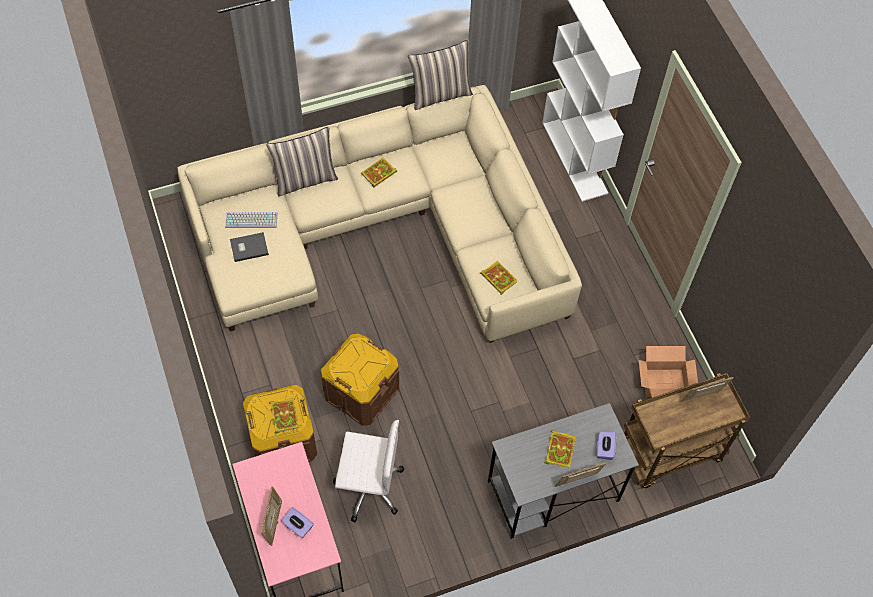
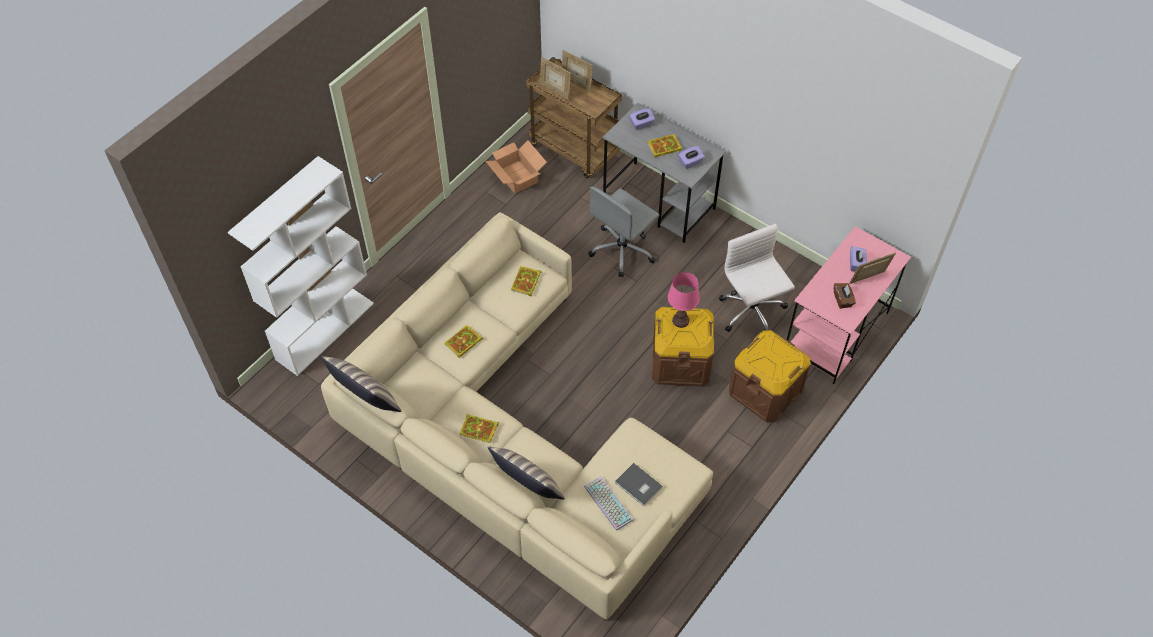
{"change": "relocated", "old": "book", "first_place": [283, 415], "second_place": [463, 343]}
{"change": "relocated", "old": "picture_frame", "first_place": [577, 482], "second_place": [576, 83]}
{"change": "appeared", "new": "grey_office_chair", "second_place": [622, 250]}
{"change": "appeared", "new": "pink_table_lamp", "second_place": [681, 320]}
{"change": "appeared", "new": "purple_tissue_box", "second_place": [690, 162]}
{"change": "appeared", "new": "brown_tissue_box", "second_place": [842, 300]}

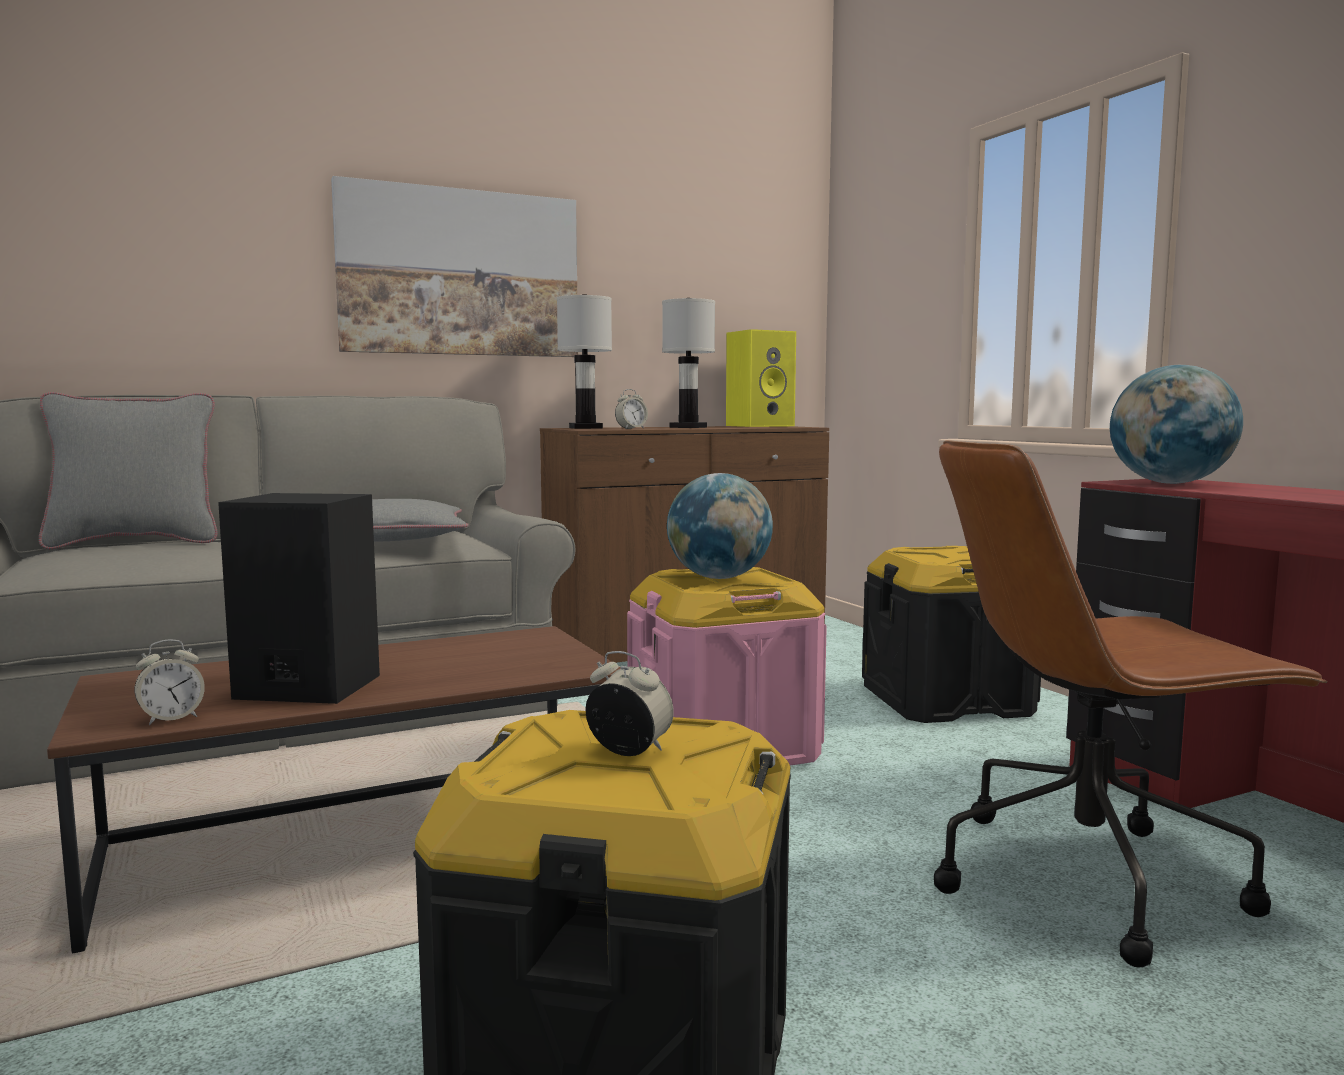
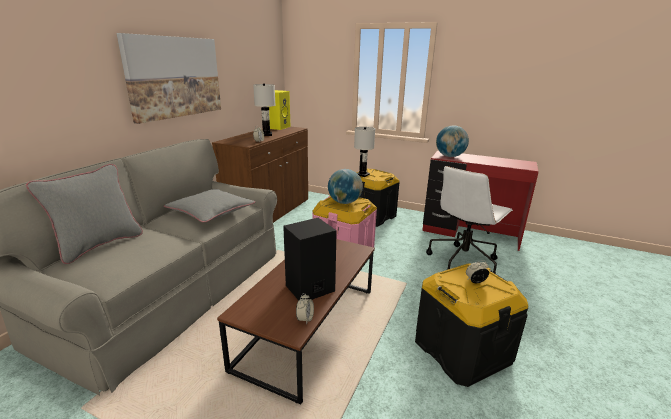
{"change": "relocated", "old": "white_table_lamp", "first_place": [585, 428], "second_place": [362, 175]}
{"change": "colour", "old": "brown_office_chair", "new": "white_office_chair", "first_place": [1089, 878], "second_place": [463, 262]}

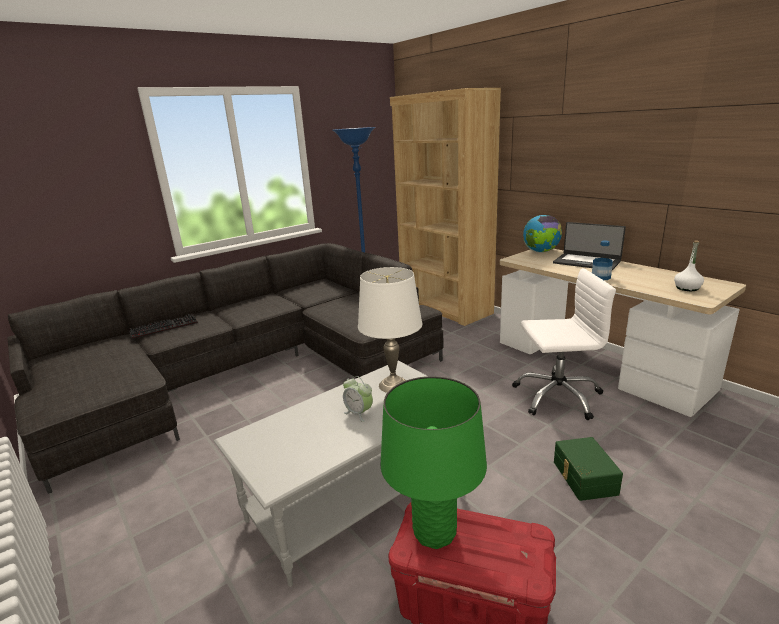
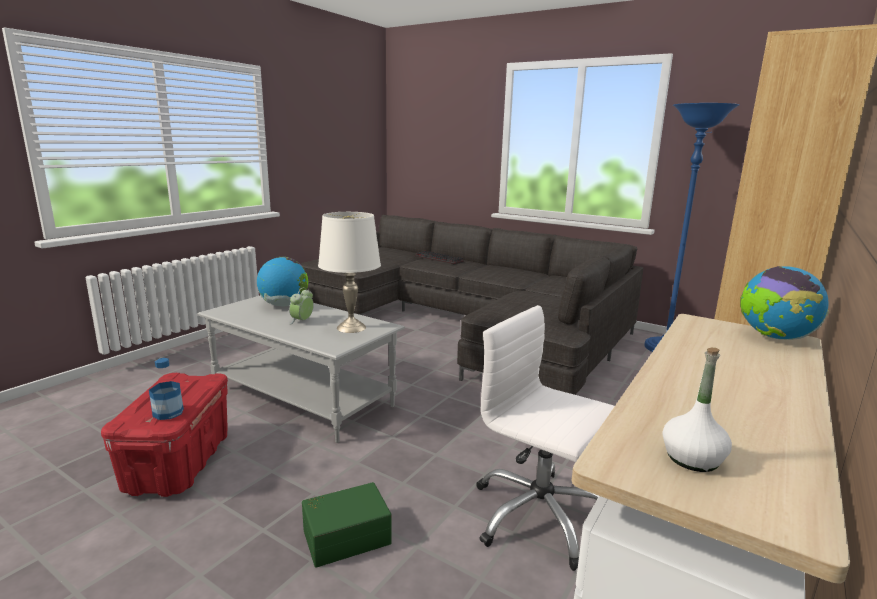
{"change": "missing", "old": "green_table_lamp", "first_place": [435, 533]}
{"change": "spun", "old": "white_office_chair", "first_place": [557, 396], "second_place": [538, 516], "degrees": 150}
{"change": "missing", "old": "laptop", "first_place": [587, 262]}
{"change": "relocated", "old": "bottle", "first_place": [600, 277], "second_place": [168, 413]}
{"change": "appeared", "new": "globe", "second_place": [284, 305]}

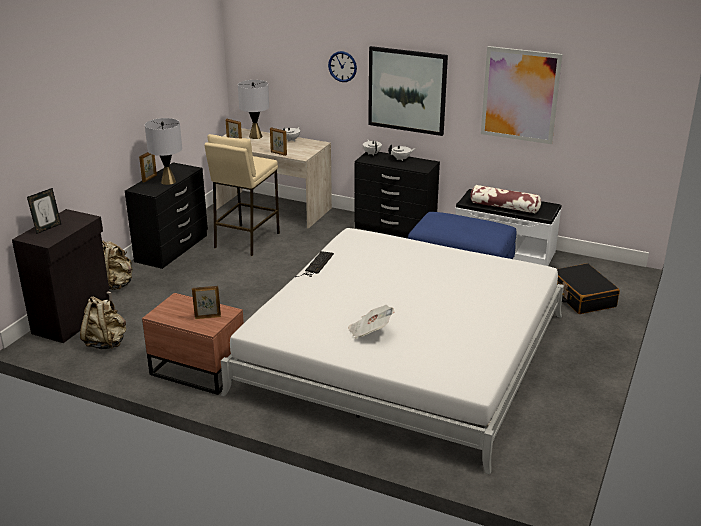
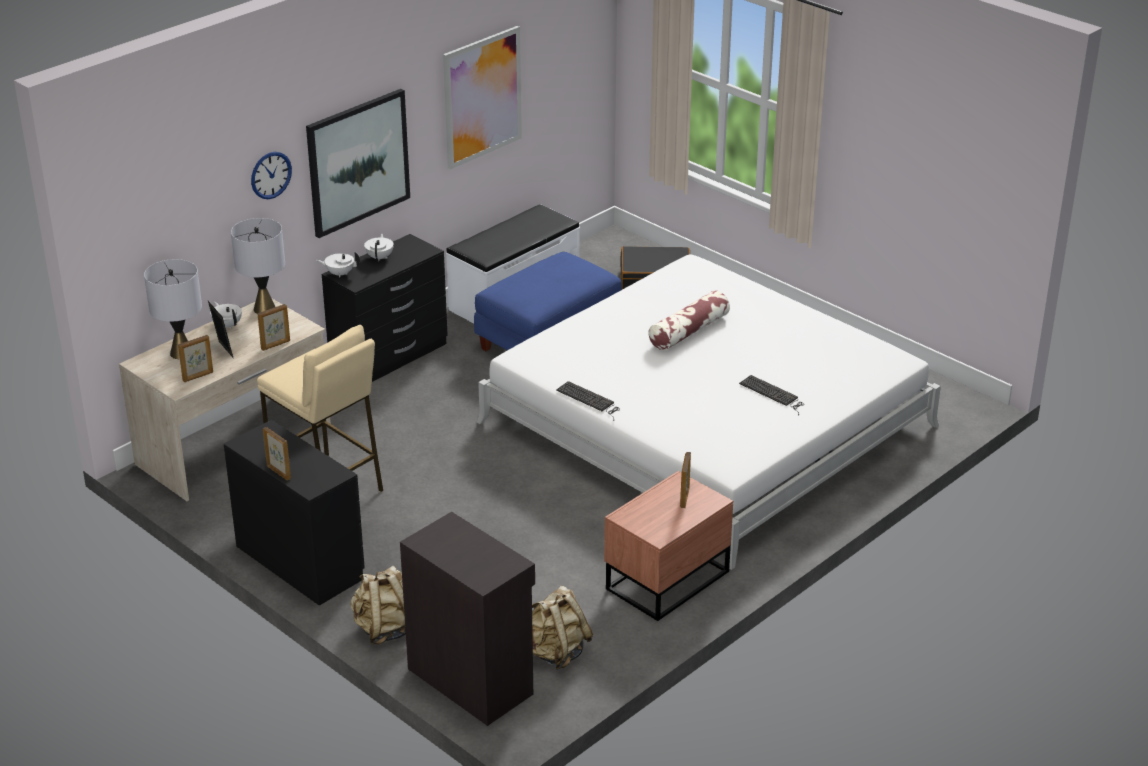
{"change": "relocated", "old": "picture_frame", "first_place": [47, 228], "second_place": [223, 350]}
{"change": "relocated", "old": "grey_table_lamp", "first_place": [168, 181], "second_place": [264, 309]}
{"change": "exchanged", "old": "newspaper", "new": "keyboard", "first_place": [370, 331], "second_place": [773, 394]}
{"change": "relocated", "old": "pillow", "first_place": [504, 207], "second_place": [689, 331]}

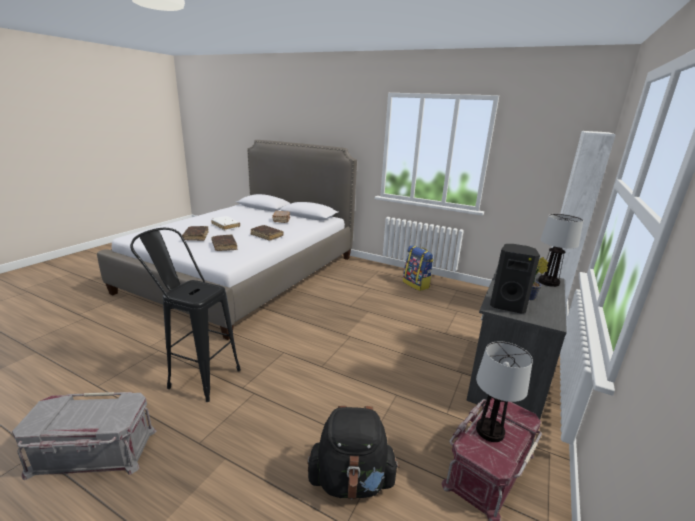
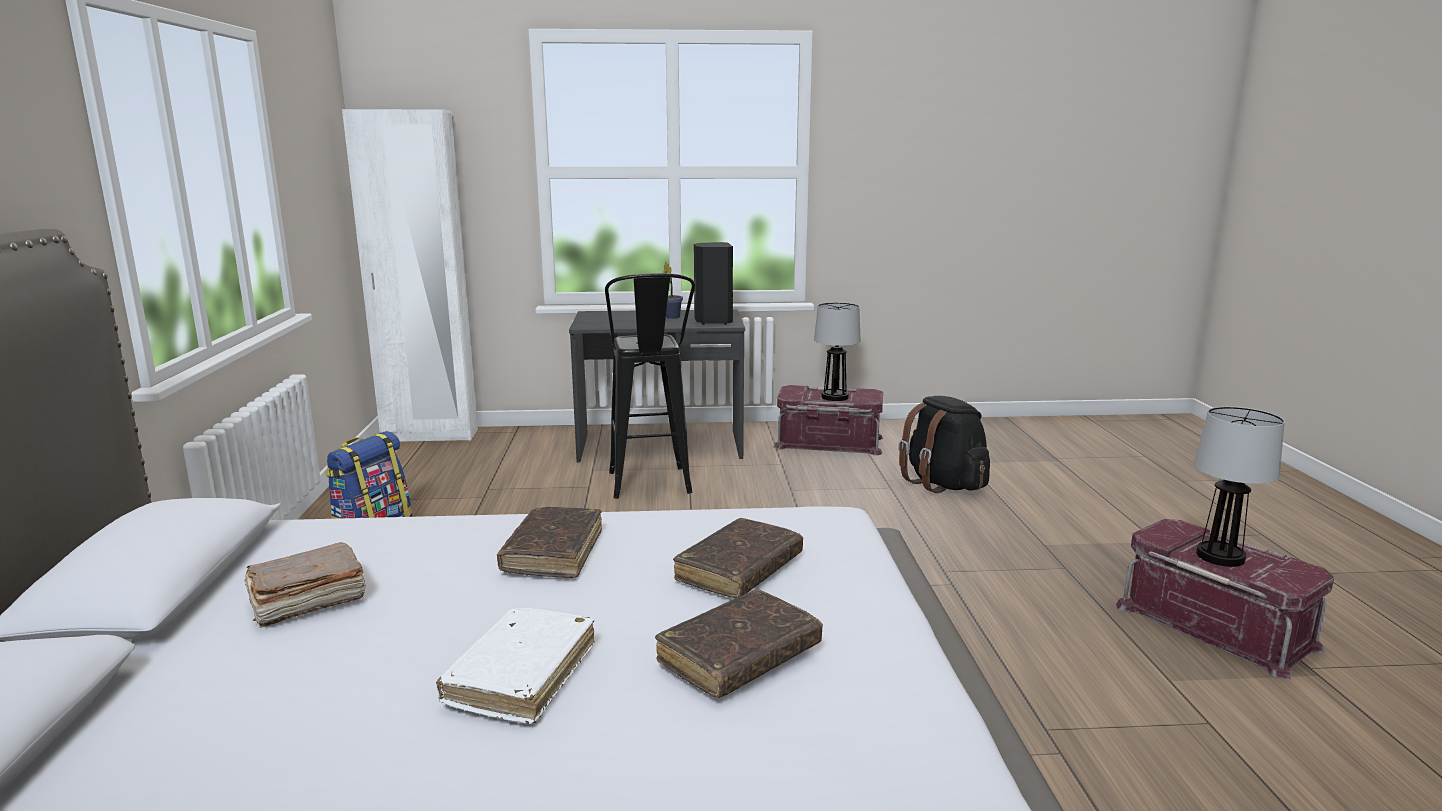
{"change": "colour", "old": "grey_storage_box", "new": "red_storage_box", "first_place": [92, 452], "second_place": [1216, 626]}
{"change": "relocated", "old": "black_stool", "first_place": [196, 376], "second_place": [651, 489]}
{"change": "relocated", "old": "table_lamp", "first_place": [548, 282], "second_place": [1220, 557]}

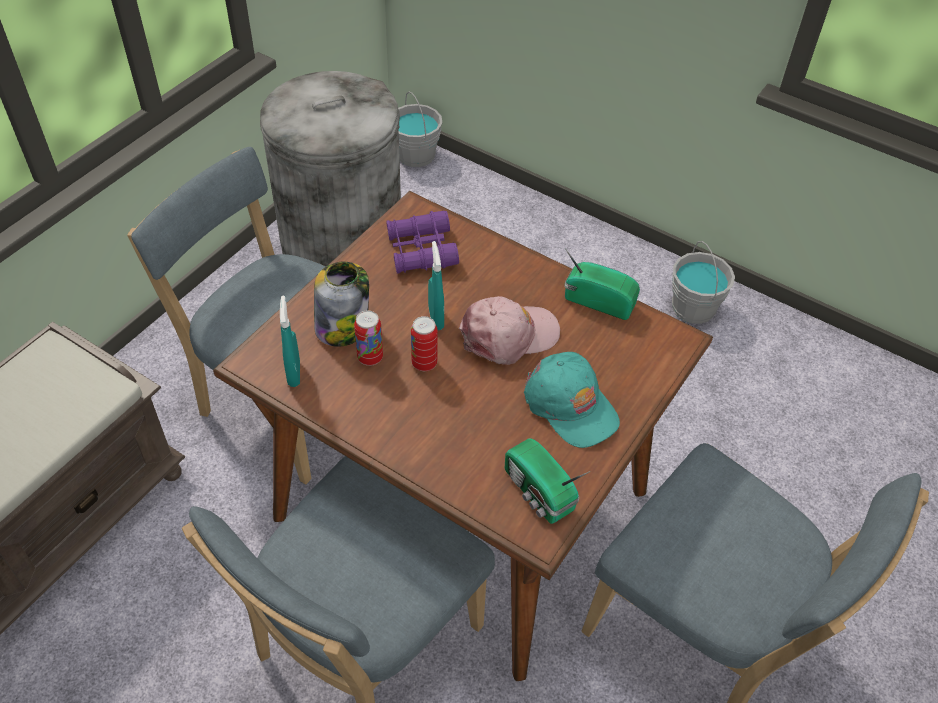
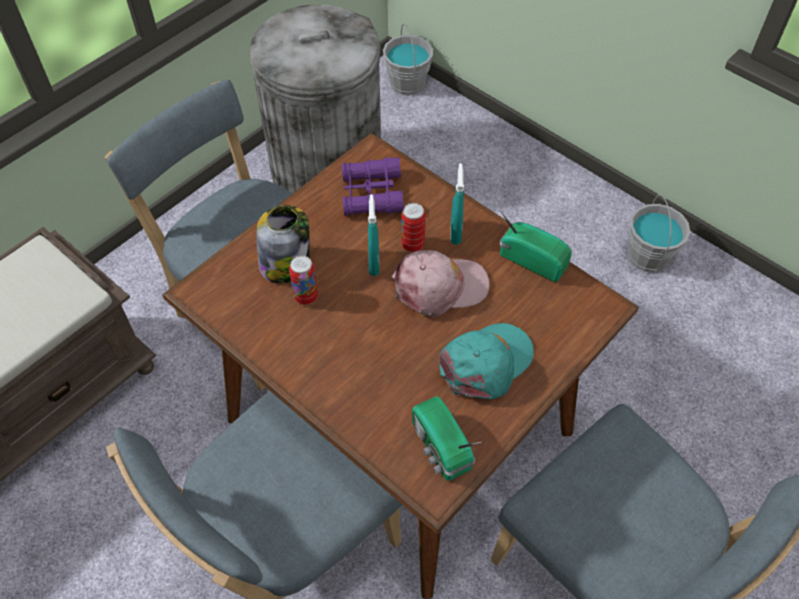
{"change": "relocated", "old": "turquoise_spray_bottle", "first_place": [294, 373], "second_place": [455, 233]}
{"change": "relocated", "old": "can", "first_place": [424, 363], "second_place": [412, 245]}
{"change": "spun", "old": "turquoise_cap", "first_place": [570, 405], "second_place": [486, 363], "degrees": -105}

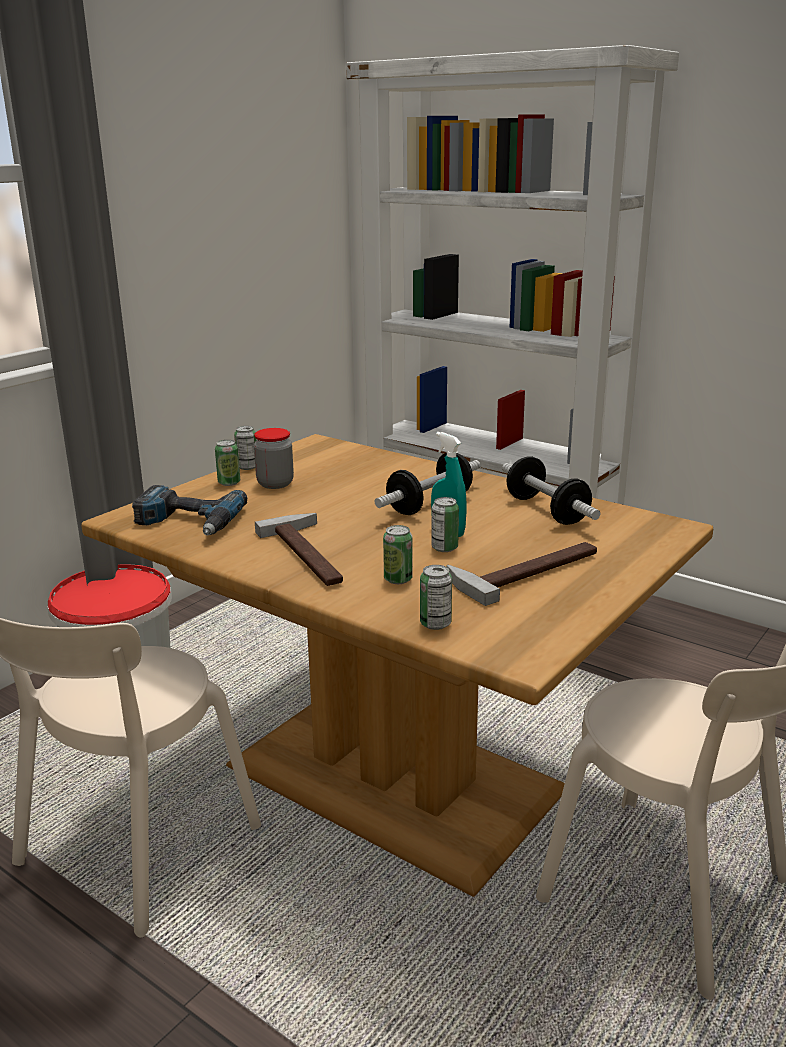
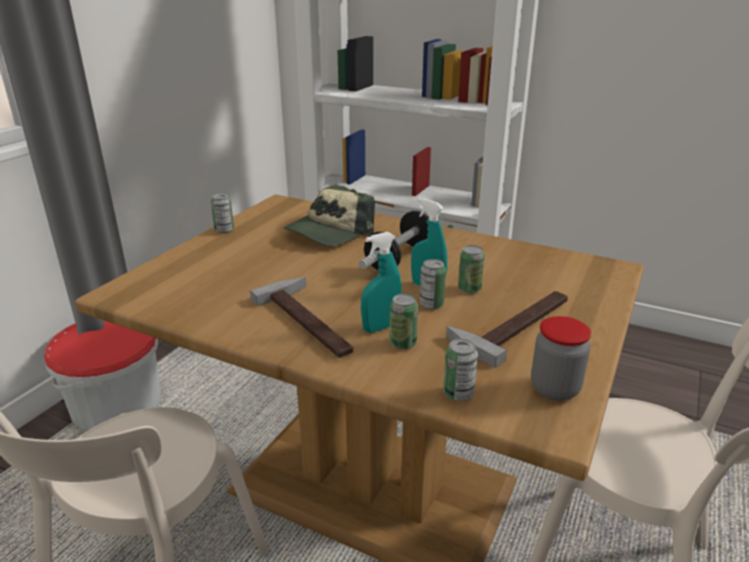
{"change": "missing", "old": "power_drill", "first_place": [188, 522]}
{"change": "relocated", "old": "can", "first_place": [229, 483], "second_place": [469, 289]}
{"change": "relocated", "old": "jar", "first_place": [275, 484], "second_place": [554, 389]}
{"change": "missing", "old": "dumbbell", "first_place": [546, 511]}
{"change": "appeared", "new": "cap", "second_place": [329, 232]}
{"change": "appeared", "new": "turquoise_spray_bottle", "second_place": [381, 327]}

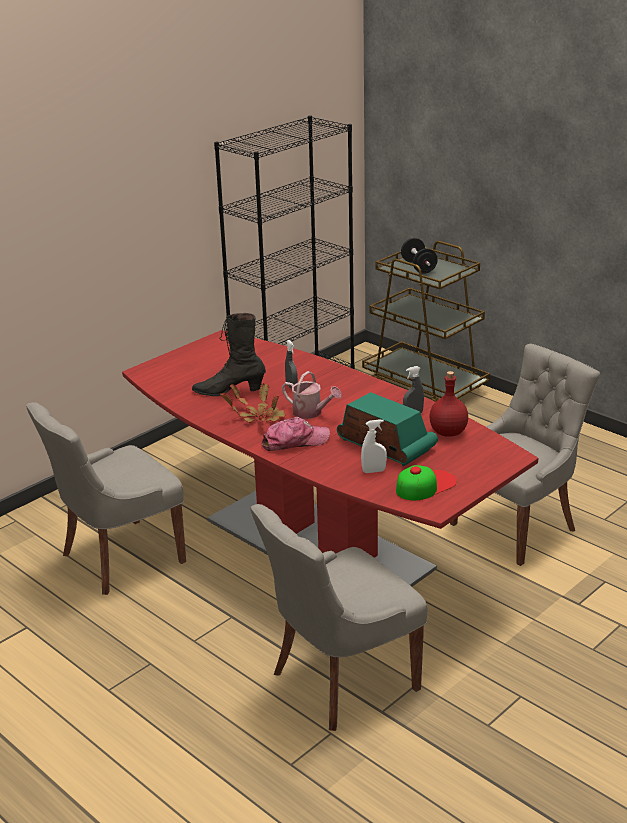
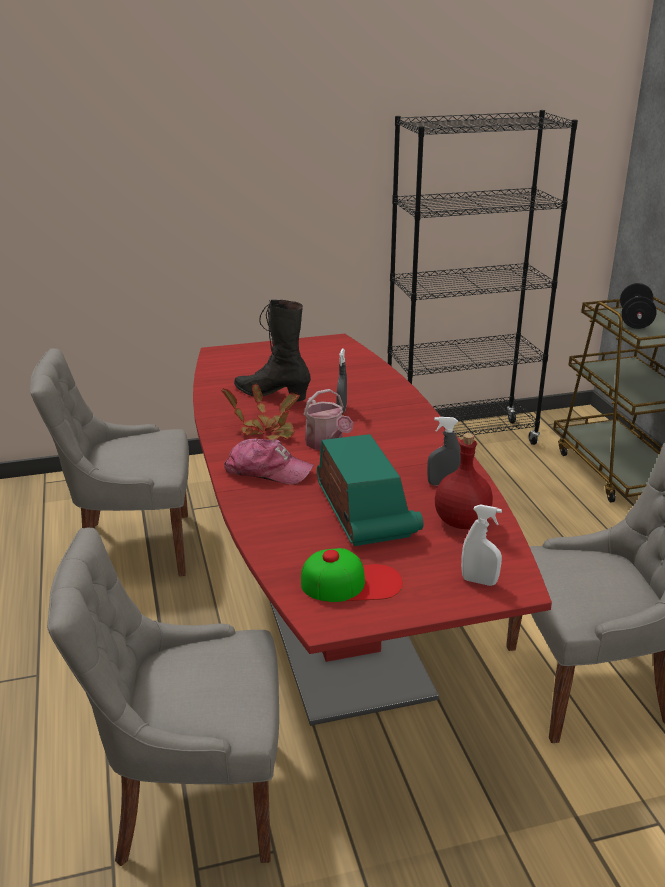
{"change": "relocated", "old": "white_spray_bottle", "first_place": [373, 471], "second_place": [479, 581]}

